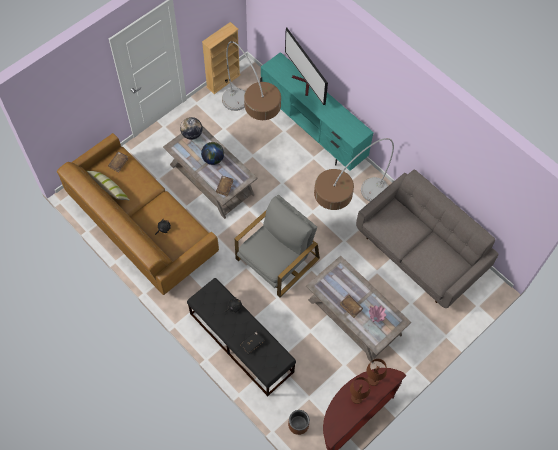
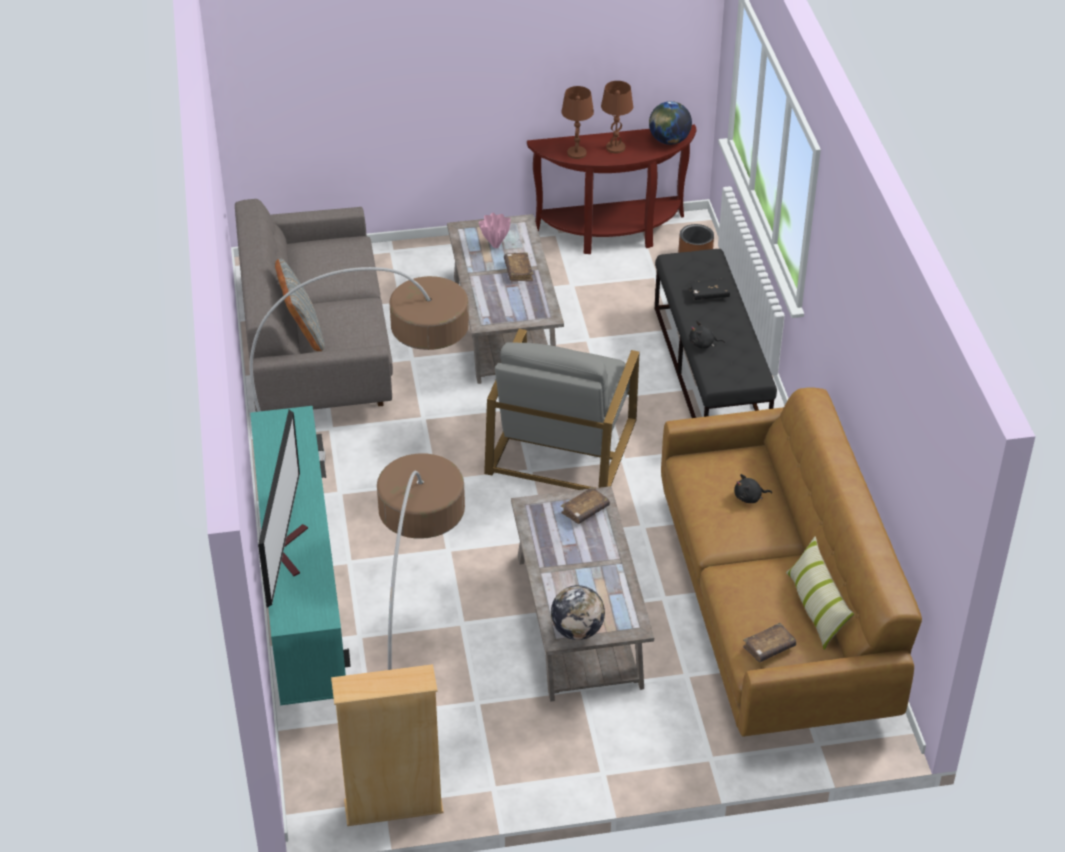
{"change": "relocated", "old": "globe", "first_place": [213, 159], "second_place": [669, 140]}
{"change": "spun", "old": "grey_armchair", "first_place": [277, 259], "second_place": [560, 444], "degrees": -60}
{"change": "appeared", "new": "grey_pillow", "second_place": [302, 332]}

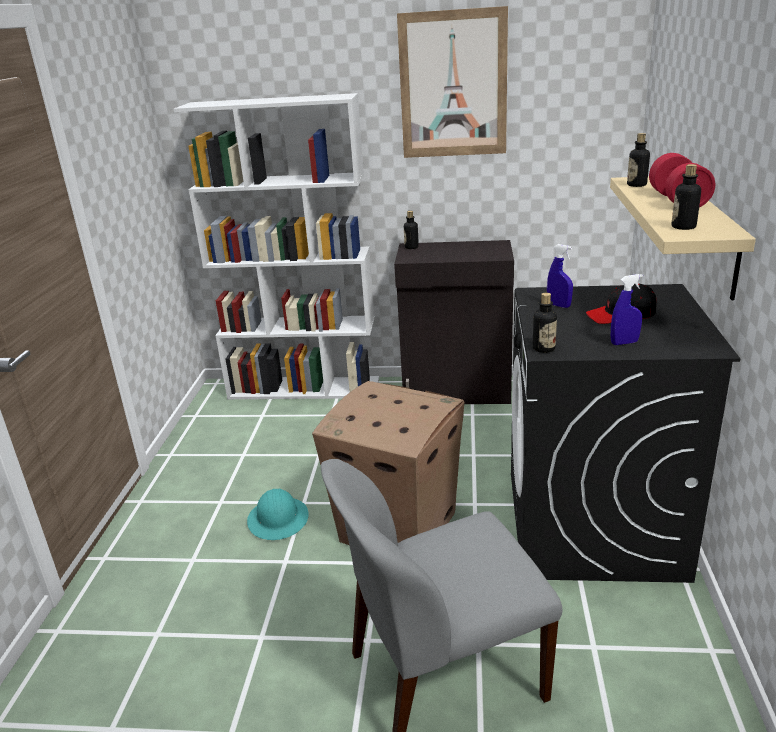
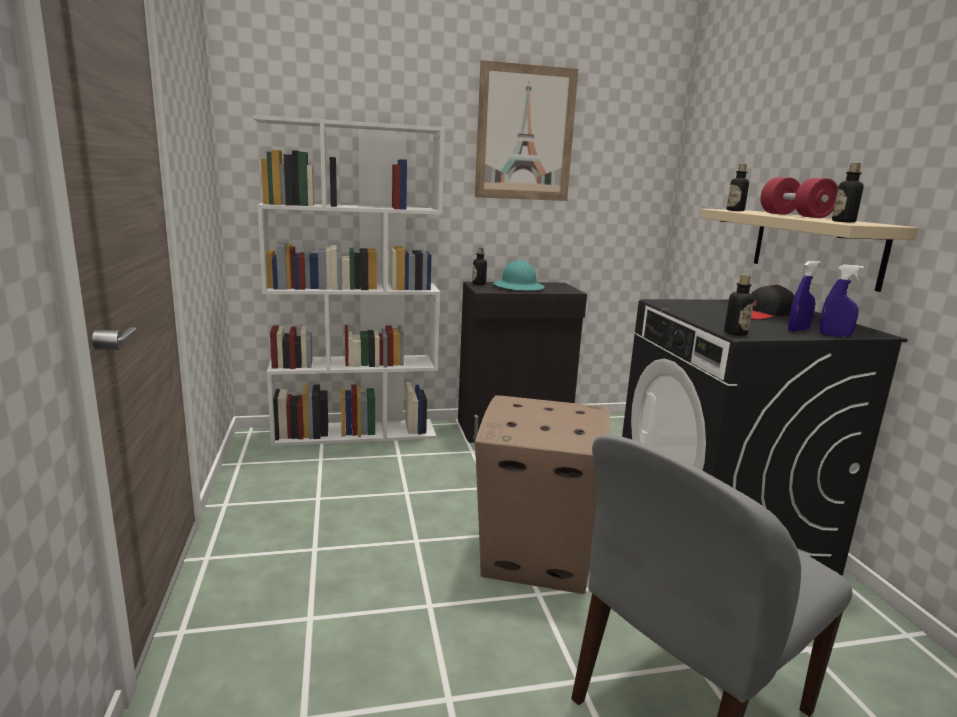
{"change": "relocated", "old": "turquoise_hard_hat", "first_place": [278, 519], "second_place": [518, 287]}
{"change": "relocated", "old": "blue_spray_bottle", "first_place": [558, 305], "second_place": [834, 335]}

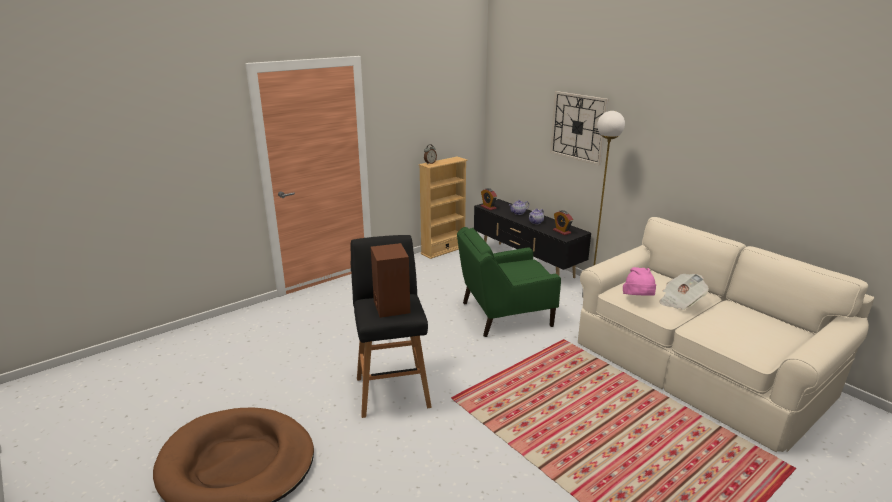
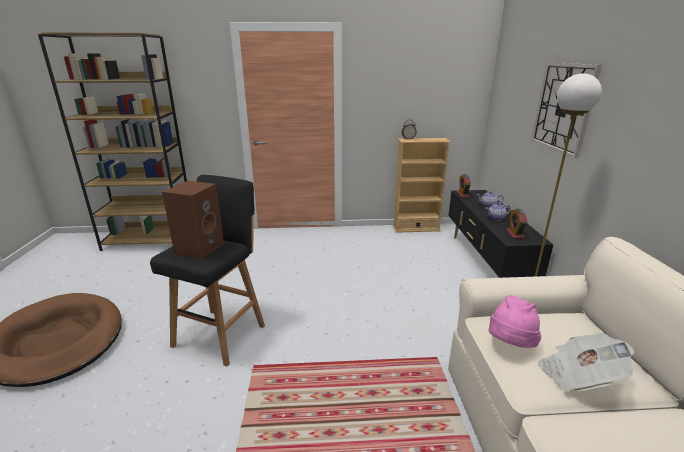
{"change": "missing", "old": "green_armchair", "first_place": [504, 315]}
{"change": "appeared", "new": "brown_bookcase", "second_place": [151, 240]}

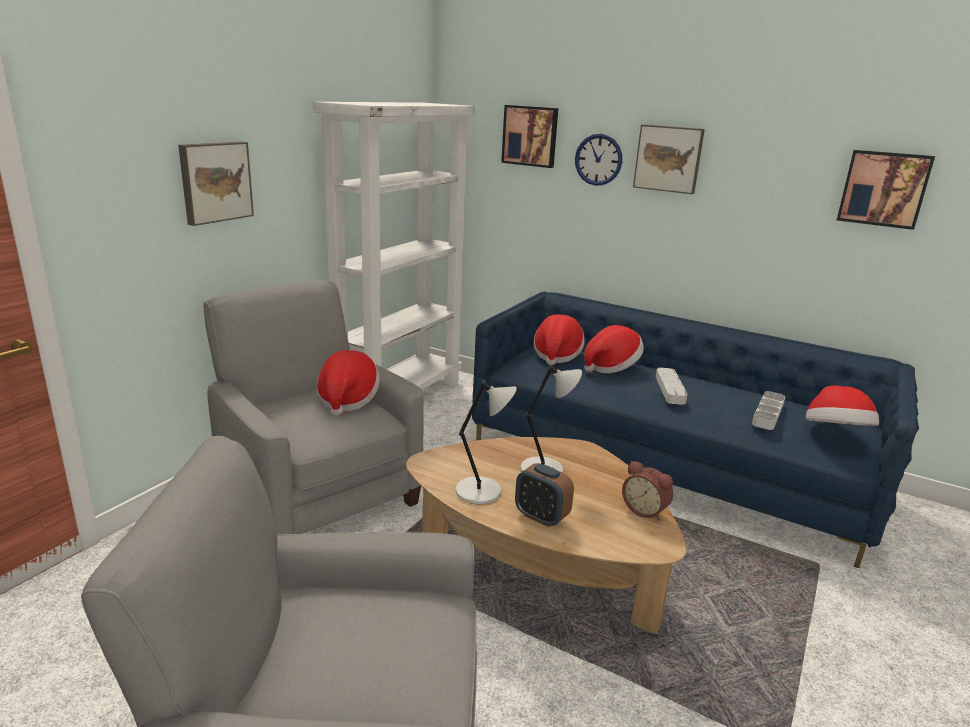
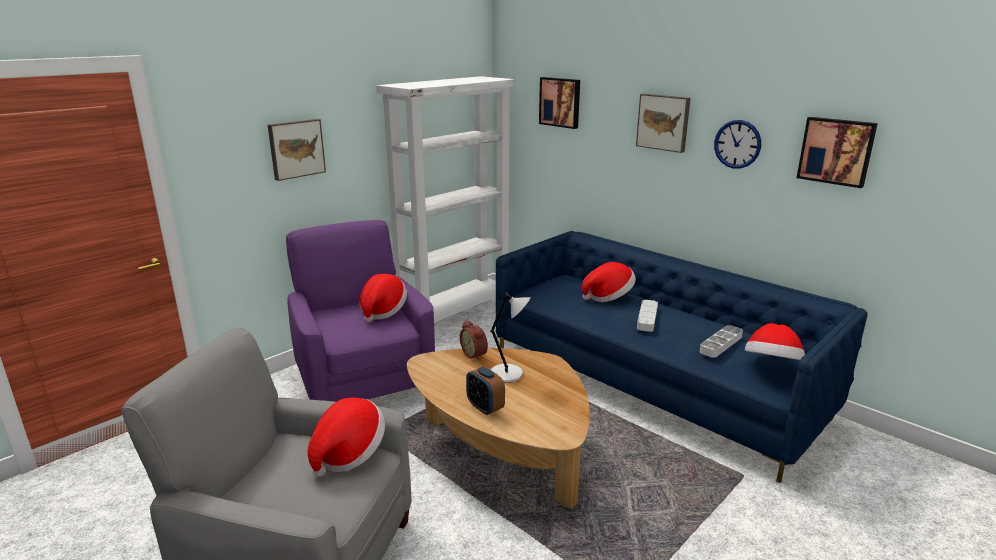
{"change": "colour", "old": "grey_armchair", "new": "purple_armchair", "first_place": [317, 494], "second_place": [363, 380]}
{"change": "missing", "old": "grey_table_lamp", "first_place": [481, 491]}
{"change": "relocated", "old": "hat", "first_place": [556, 355], "second_place": [348, 454]}
{"change": "relocated", "old": "wall_clock", "first_place": [598, 159], "second_place": [737, 144]}
{"change": "relocated", "old": "alarm_clock", "first_place": [645, 510], "second_place": [475, 354]}

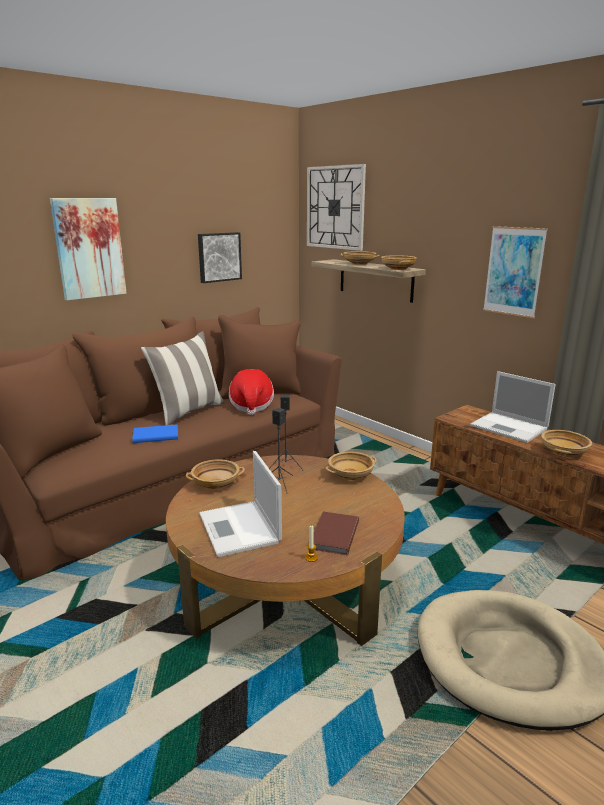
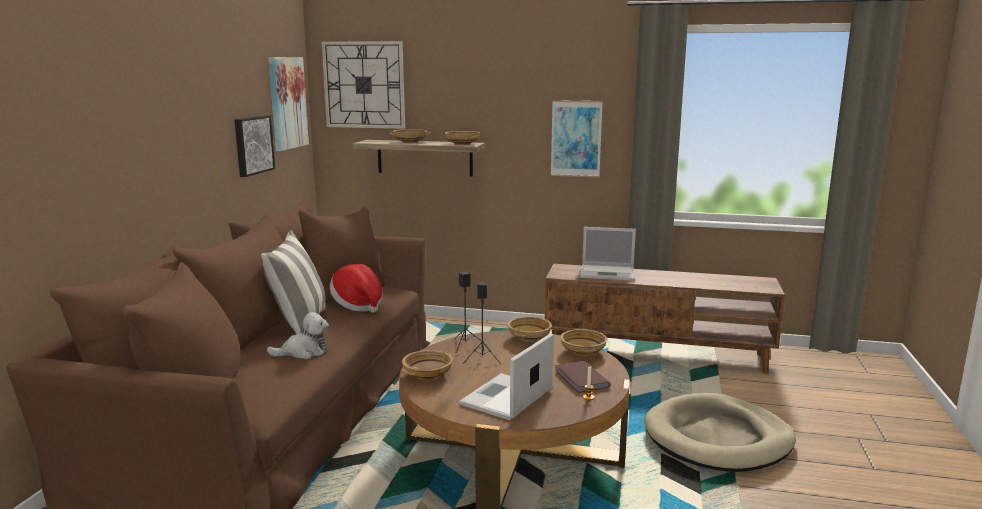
{"change": "relocated", "old": "picture", "first_place": [89, 248], "second_place": [287, 103]}
{"change": "exchanged", "old": "blue_book", "new": "plush_toy", "first_place": [155, 435], "second_place": [303, 352]}
{"change": "spun", "old": "laptop", "first_place": [240, 529], "second_place": [506, 398], "degrees": 90}
{"change": "relocated", "old": "beige_bowl", "first_place": [564, 452], "second_place": [583, 352]}

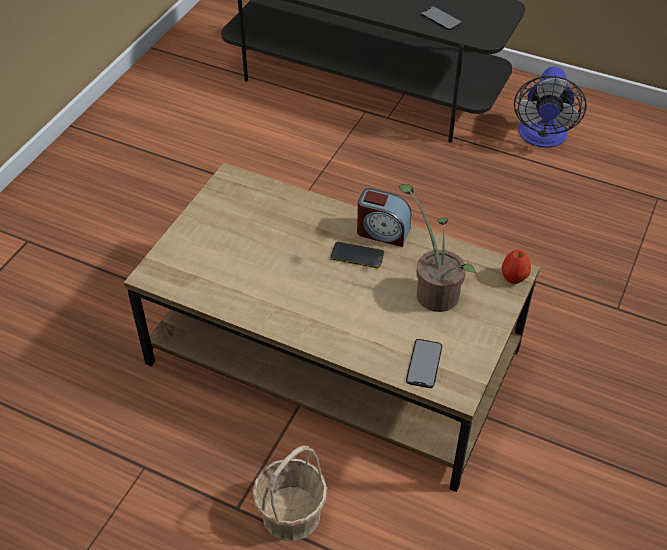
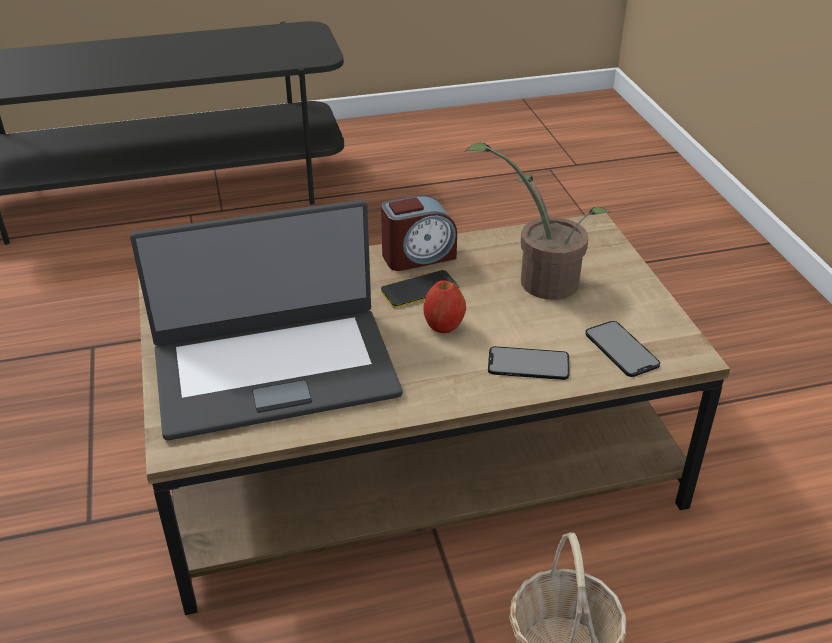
{"change": "relocated", "old": "phone", "first_place": [441, 18], "second_place": [528, 364]}
{"change": "relocated", "old": "apple", "first_place": [514, 278], "second_place": [443, 326]}
{"change": "missing", "old": "fan", "first_place": [542, 137]}
{"change": "appeared", "new": "laptop", "second_place": [274, 369]}

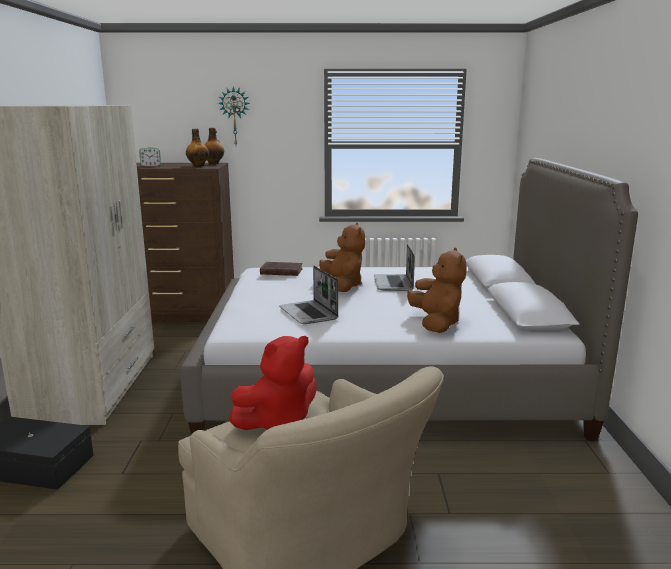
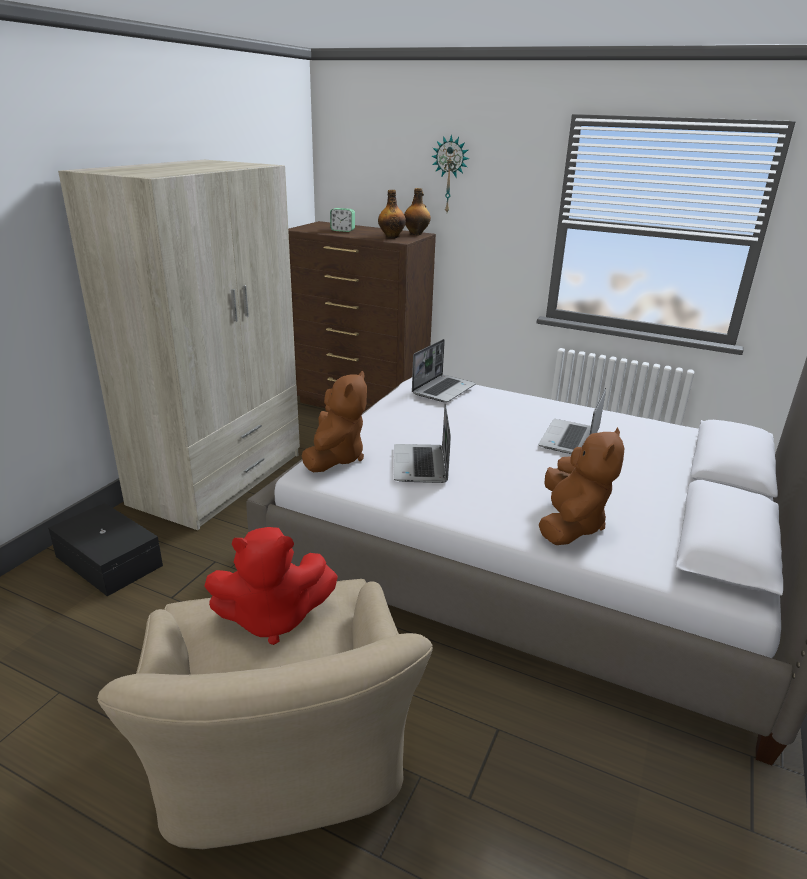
{"change": "exchanged", "old": "brown_book", "new": "laptop", "first_place": [280, 271], "second_place": [443, 389]}
{"change": "relocated", "old": "brown_plush_toy", "first_place": [342, 286], "second_place": [335, 457]}

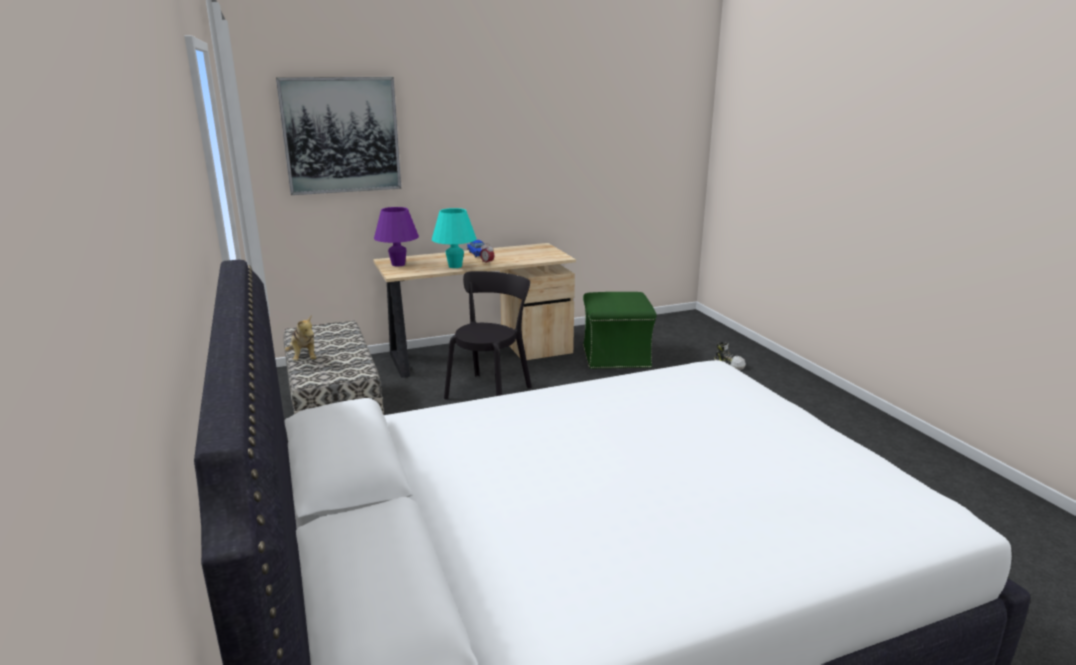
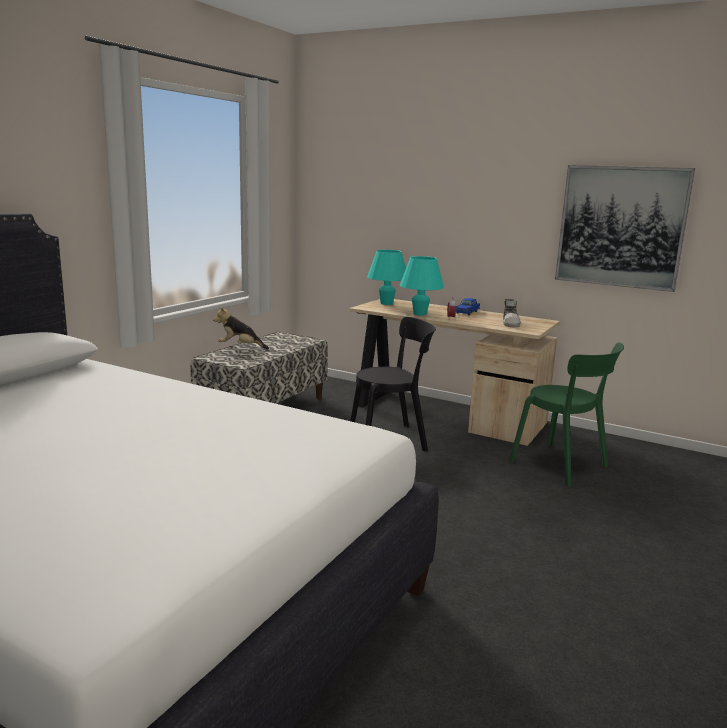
{"change": "relocated", "old": "picture", "first_place": [341, 135], "second_place": [621, 227]}
{"change": "spun", "old": "plush_toy", "first_place": [304, 358], "second_place": [240, 347], "degrees": 75}
{"change": "colour", "old": "purple_table_lamp", "new": "turquoise_table_lamp", "first_place": [398, 264], "second_place": [386, 303]}
{"change": "exchanged", "old": "green_ottoman", "new": "green_chair", "first_place": [616, 357], "second_place": [562, 466]}
{"change": "relocated", "old": "shoe", "first_place": [729, 364], "second_place": [511, 323]}

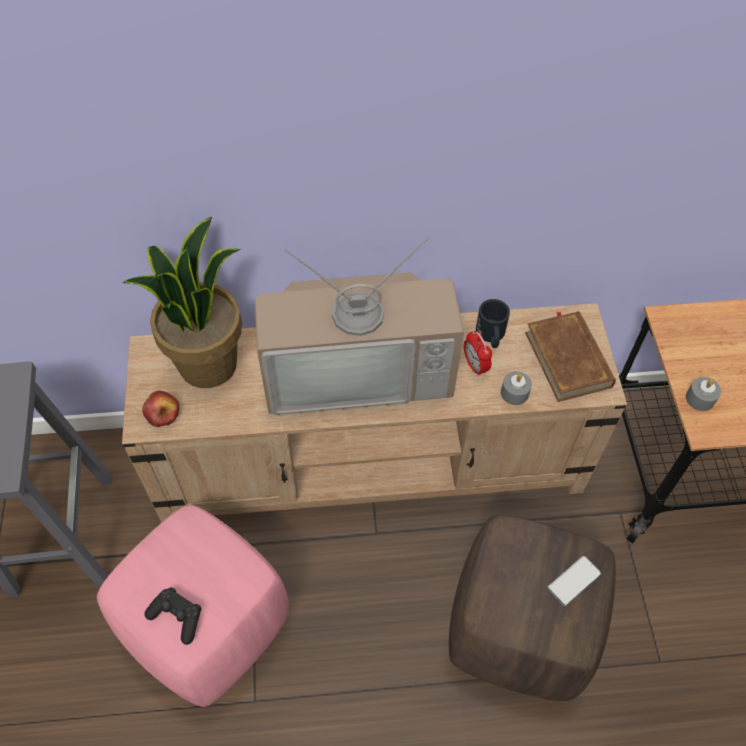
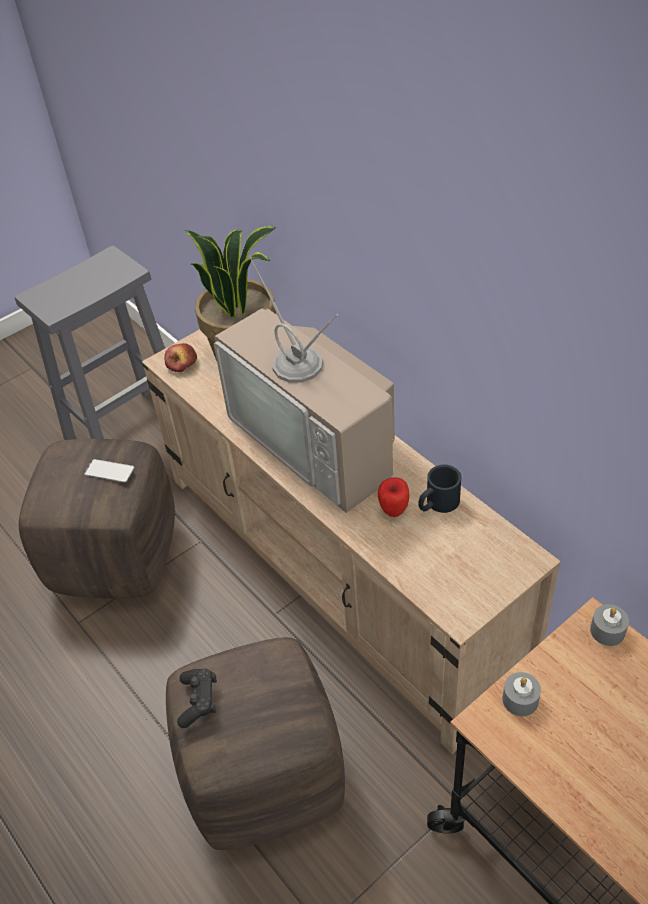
{"change": "colour", "old": "pink_ottoman", "new": "brown_ottoman", "first_place": [208, 626], "second_place": [117, 557]}
{"change": "relocated", "old": "black_game_controller", "first_place": [177, 617], "second_place": [198, 701]}
{"change": "exchanged", "old": "alarm_clock", "new": "apple", "first_place": [475, 365], "second_place": [394, 510]}
{"change": "relocated", "old": "grey_candle", "first_place": [514, 393], "second_place": [607, 631]}
{"change": "missing", "old": "brown_book", "first_place": [568, 359]}
{"change": "relocated", "old": "phone", "first_place": [574, 581], "second_place": [109, 471]}

